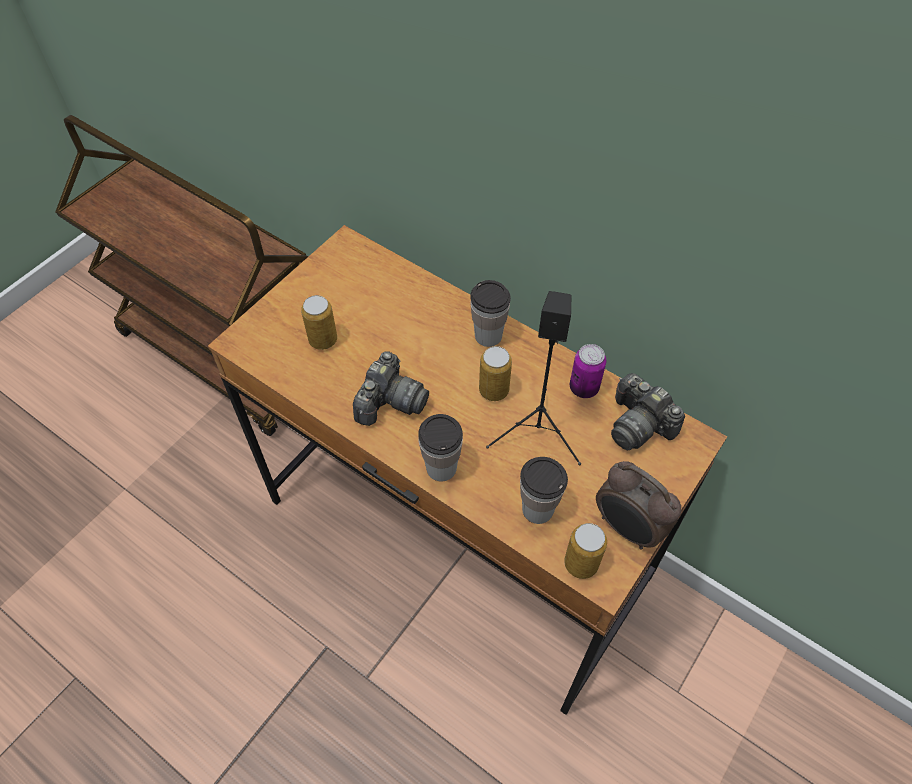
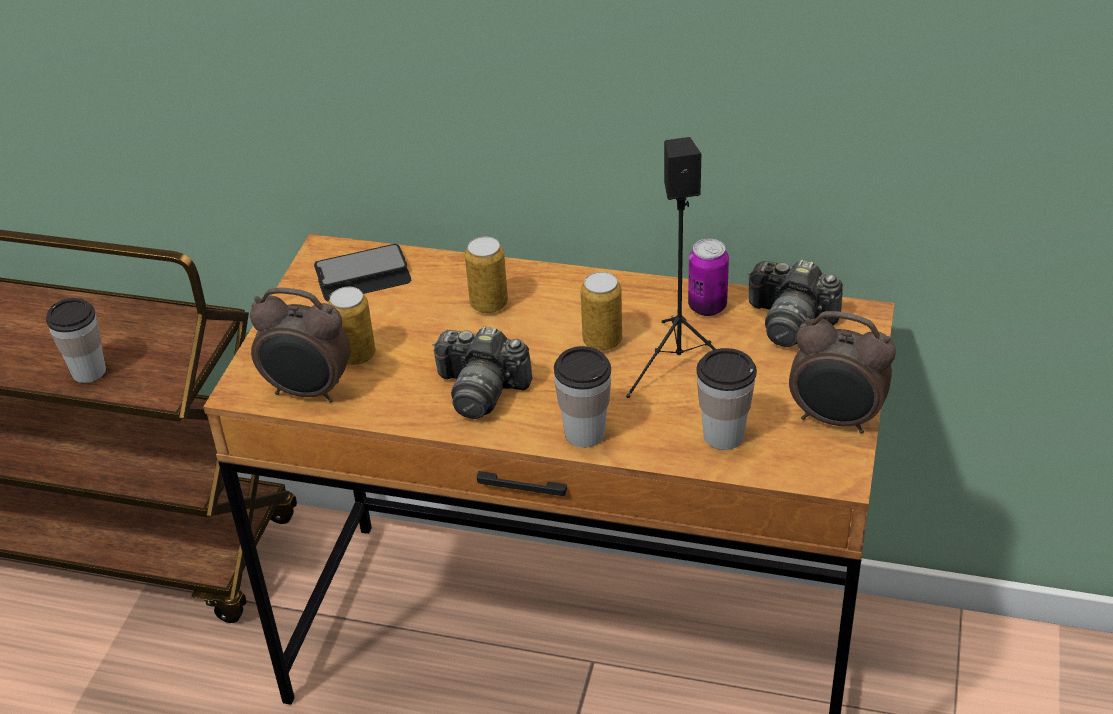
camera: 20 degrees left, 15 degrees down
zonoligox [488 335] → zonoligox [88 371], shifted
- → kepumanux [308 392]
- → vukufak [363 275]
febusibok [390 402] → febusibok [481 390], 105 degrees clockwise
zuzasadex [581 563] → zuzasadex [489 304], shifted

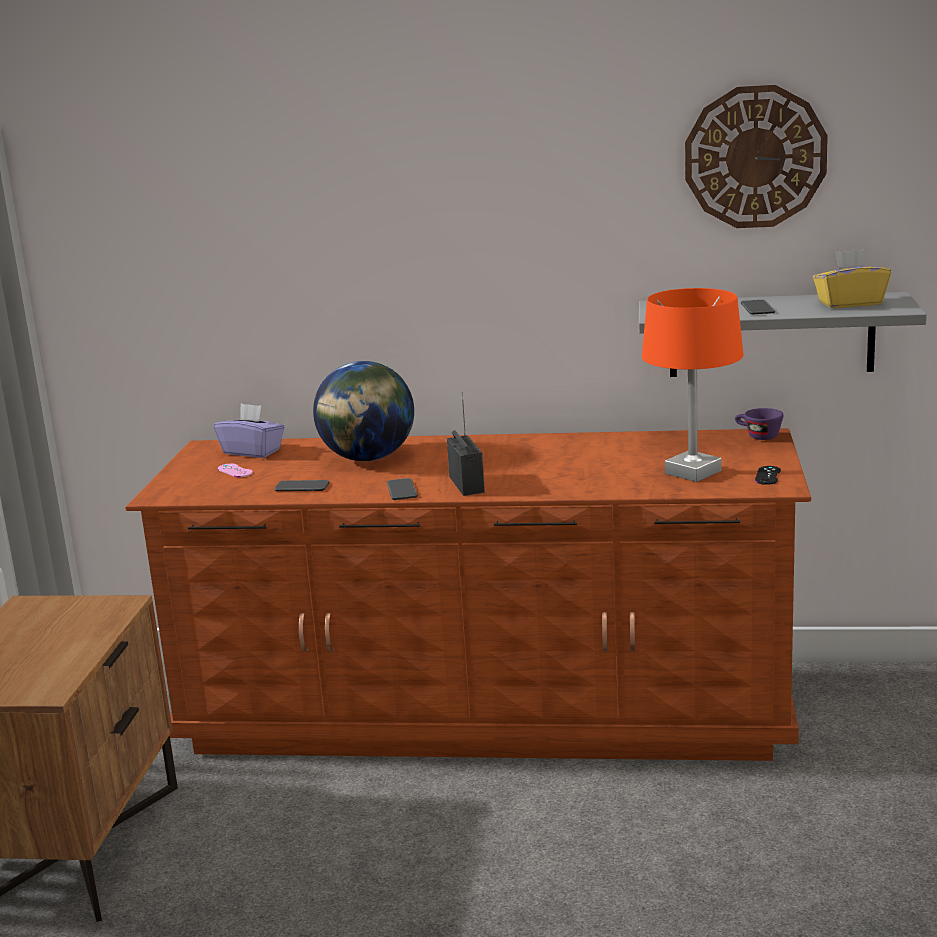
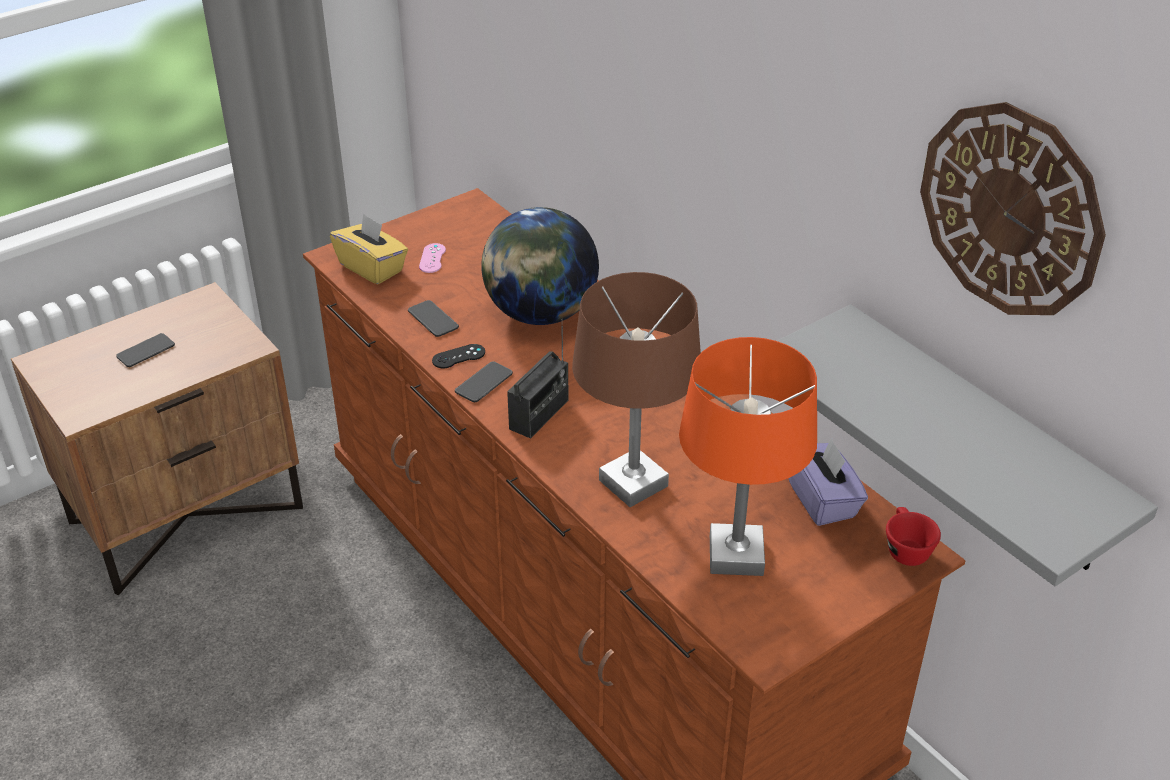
camera: 45 degrees right, 20 degrees up
vukufak [757 308] → vukufak [146 351], shifted
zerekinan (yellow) [850 303] → zerekinan (yellow) [372 268], shifted
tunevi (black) [767 475] → tunevi (black) [458 356], shifted
- → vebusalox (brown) [633 484]
zerekinan (purple) [252 451] → zerekinan (purple) [822 500], shifted
zonoligox (purple) [757 436] → zonoligox (red) [905 548]

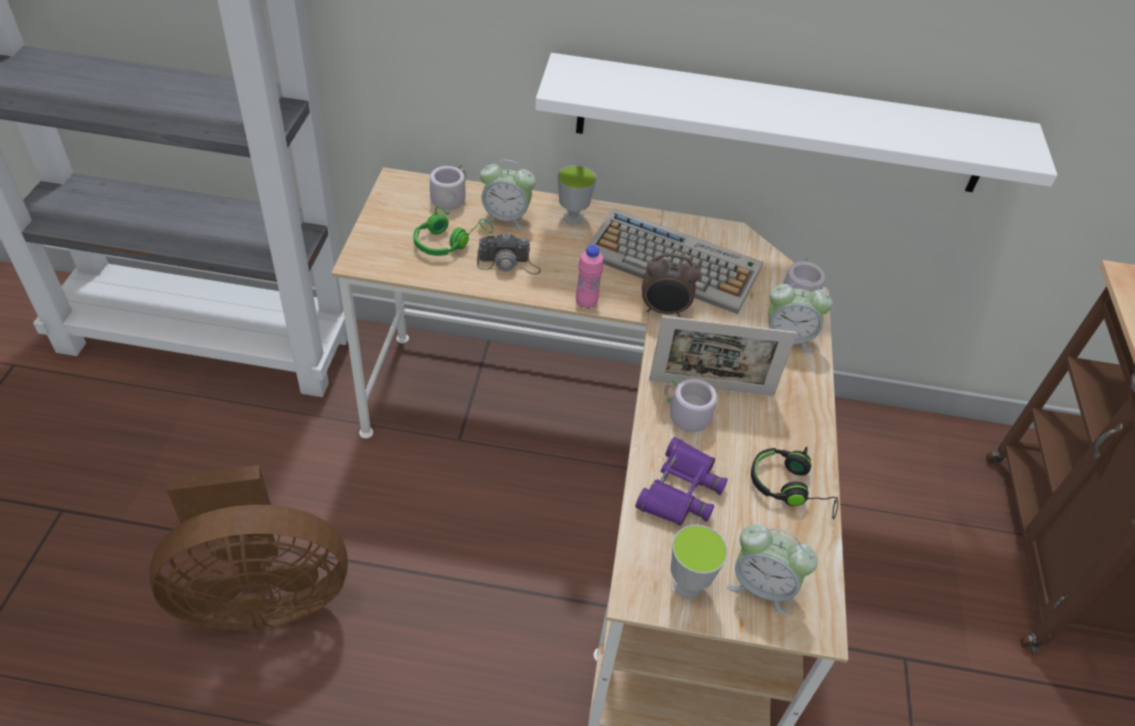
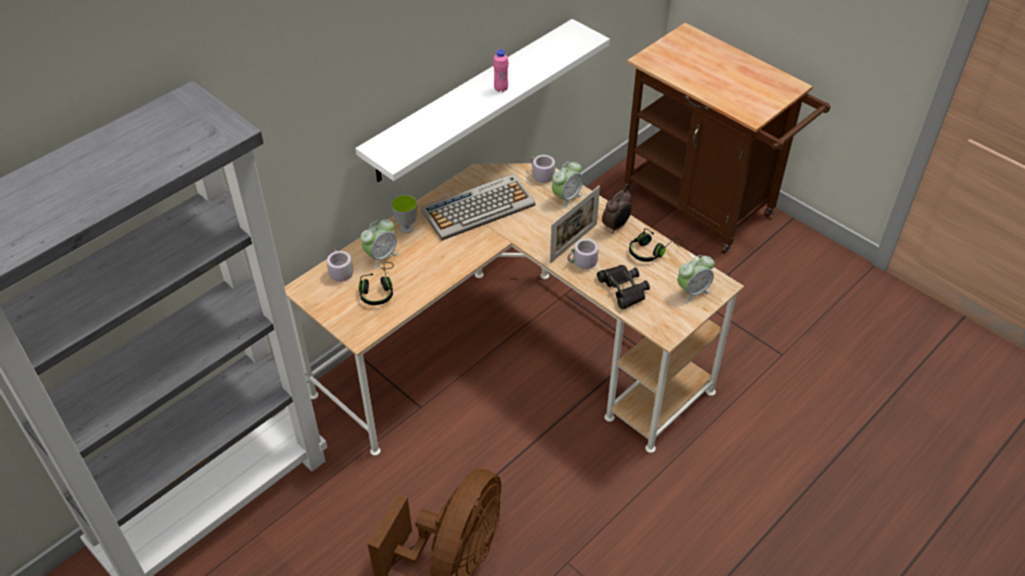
camera: 50 degrees left, 0 degrees up
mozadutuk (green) [449 241] → mozadutuk (black) [378 290]
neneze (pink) [586 302] → neneze (pink) [501 89], shifted
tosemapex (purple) [680 490] → tosemapex (black) [623 289]
kepumanux [664 311] → kepumanux [616 226], shifted
febusibok [508 264] → -
zonoligox [687 585] → -

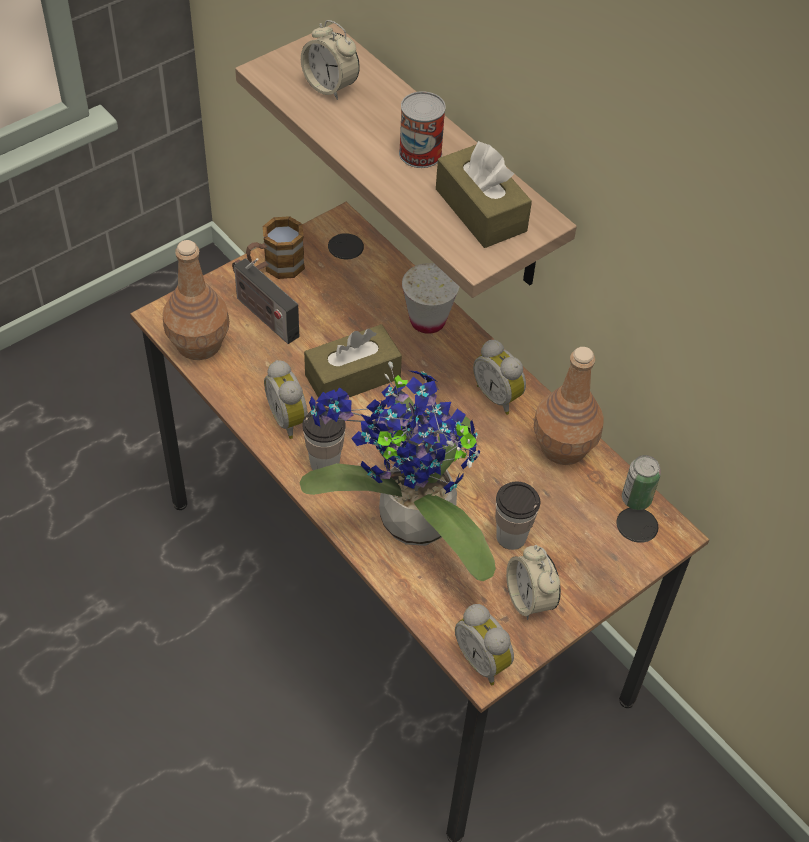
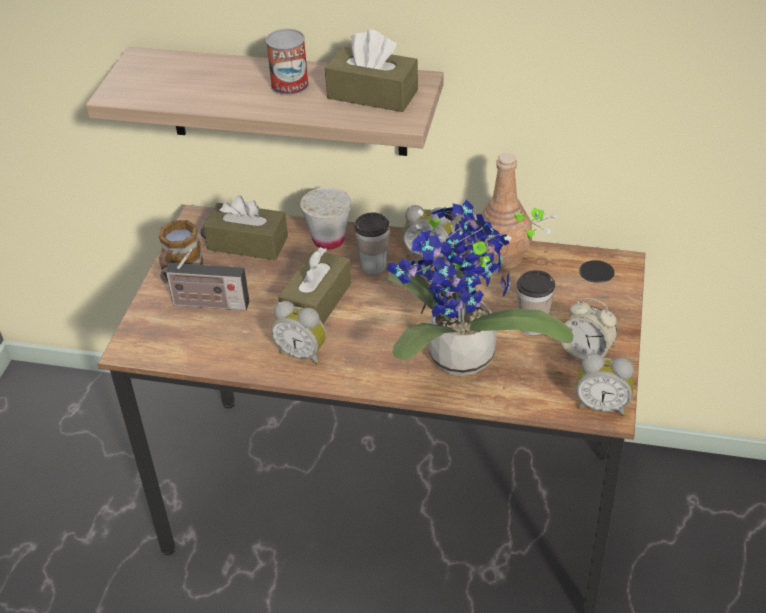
camera: 35 degrees left, 10 degrees down
- → zerekinan (brown) [248 243]
zonoligox [324 463] → zonoligox [373 266], shifted
neneze (brown) [199 343] → -
kepumanux [330 86] → -
zuzasadex [636 499] → -

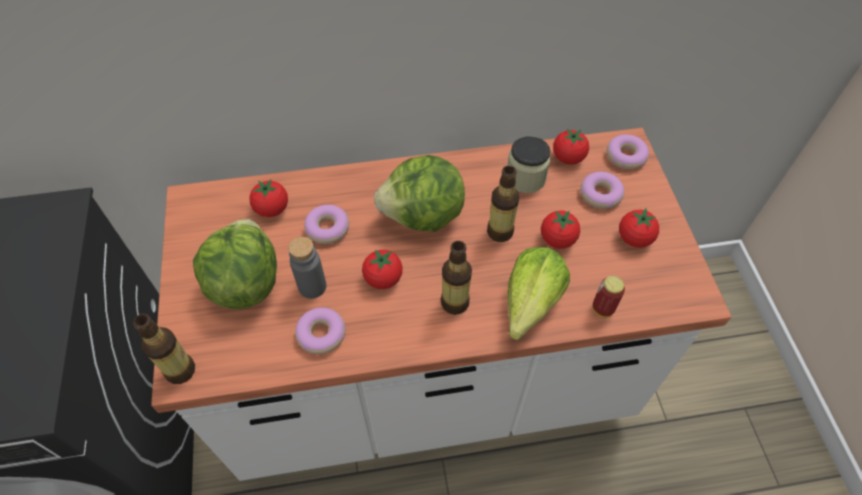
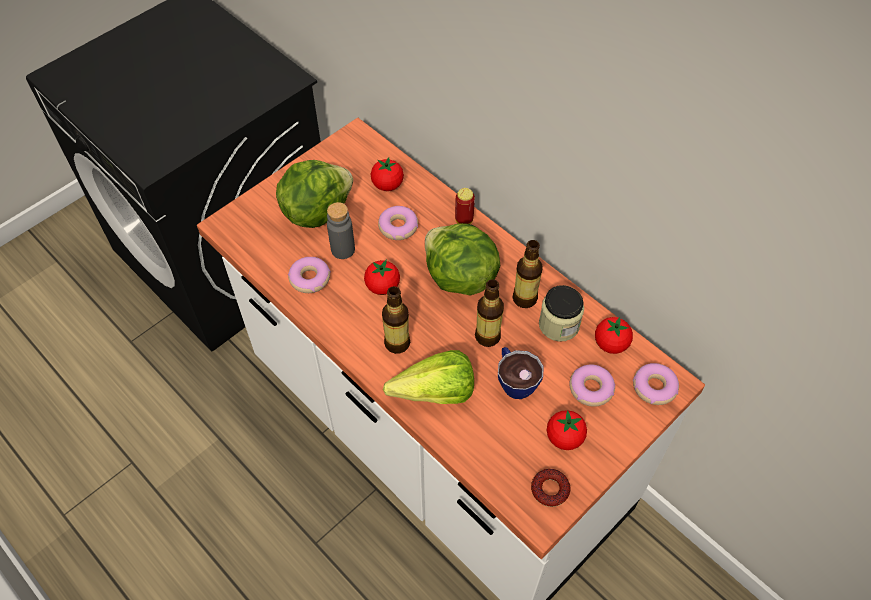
camera: 55 degrees right, 0 degrees up
zuzasadex [602 308] → zuzasadex [464 220], shifted
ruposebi [557 239] → zonoligox [514 380]
neneze [180 370] → neneze [524 298], shifted
- → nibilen [550 490]

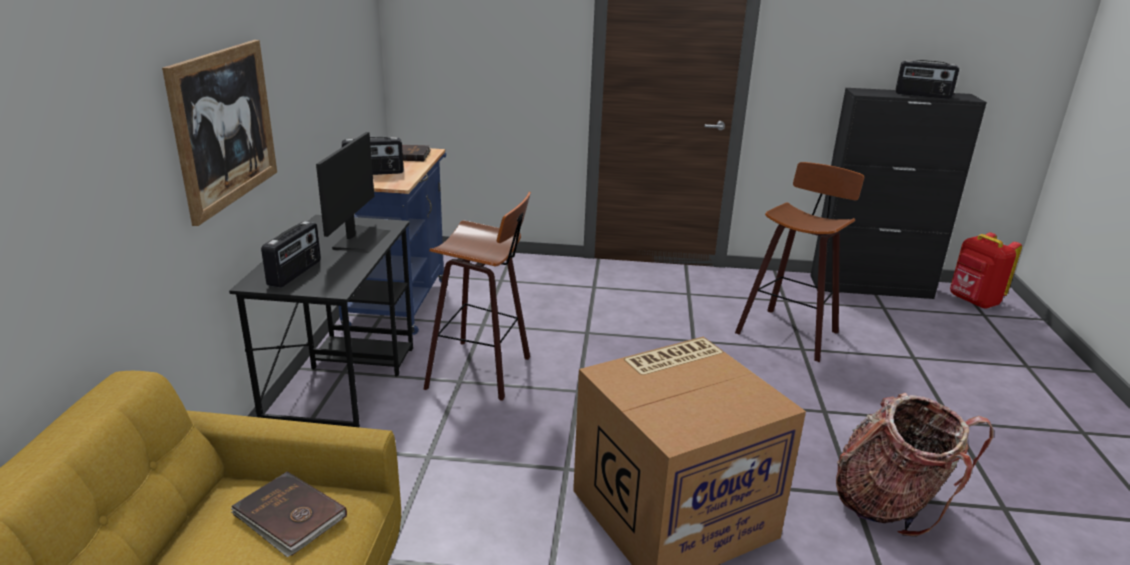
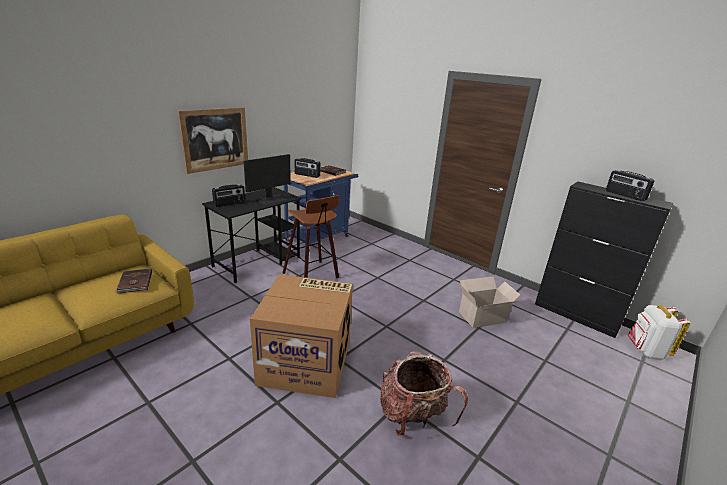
camera: 35 degrees right, 0 degrees up
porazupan [790 332] → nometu [484 317]
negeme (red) [973 301] → negeme (white) [645 351]

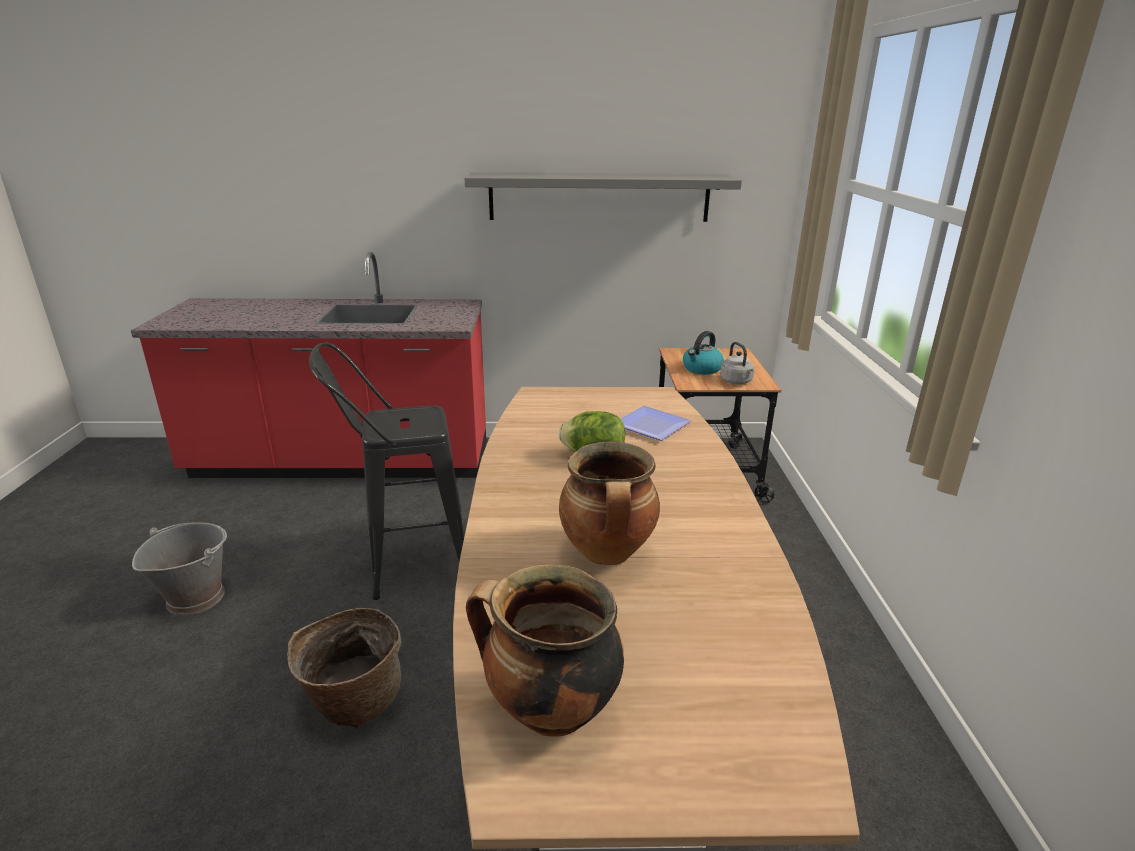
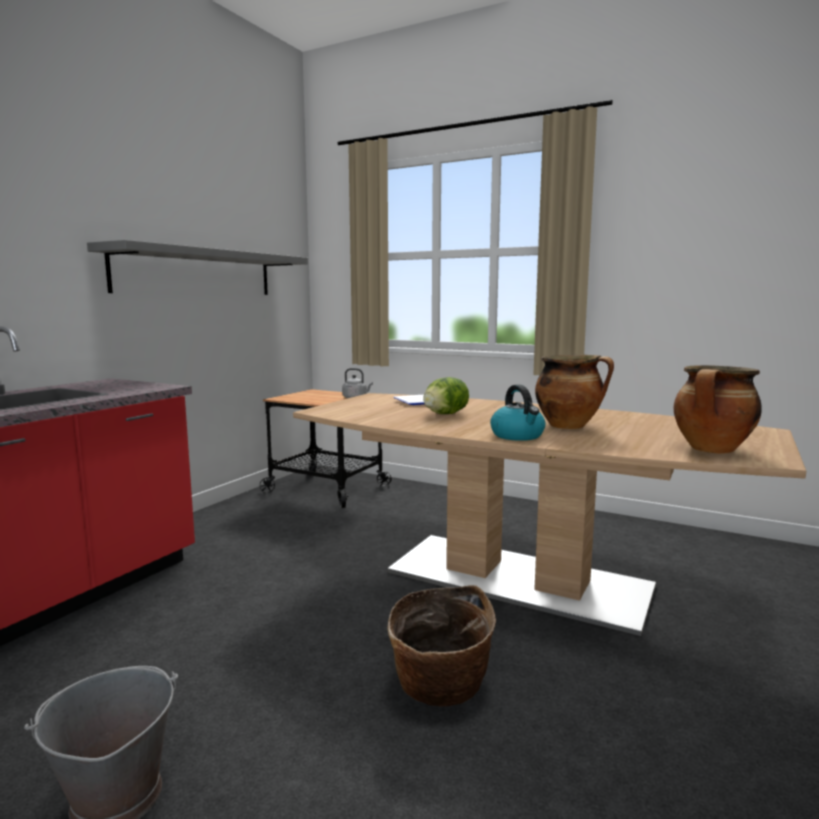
camera: 60 degrees left, 15 degrees down
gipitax [701 369] → gipitax [518 436], shifted
porazupan (black) [406 565] → -

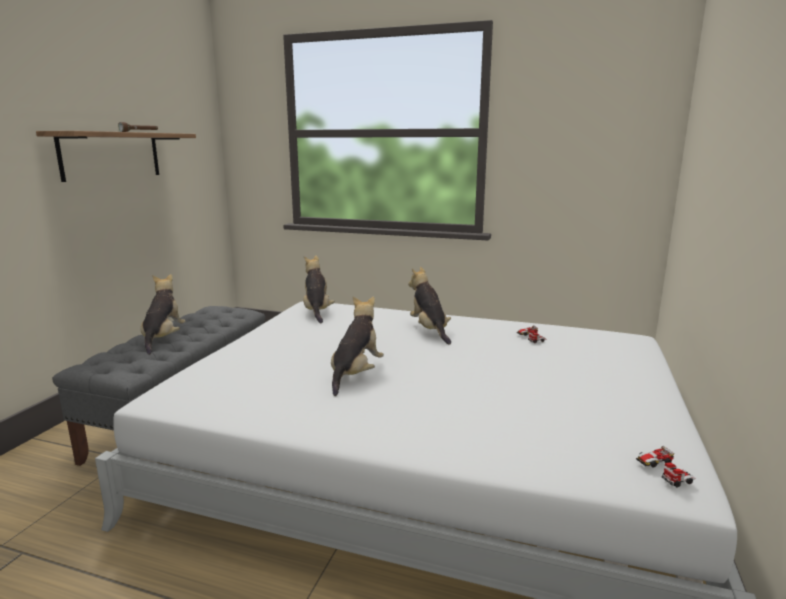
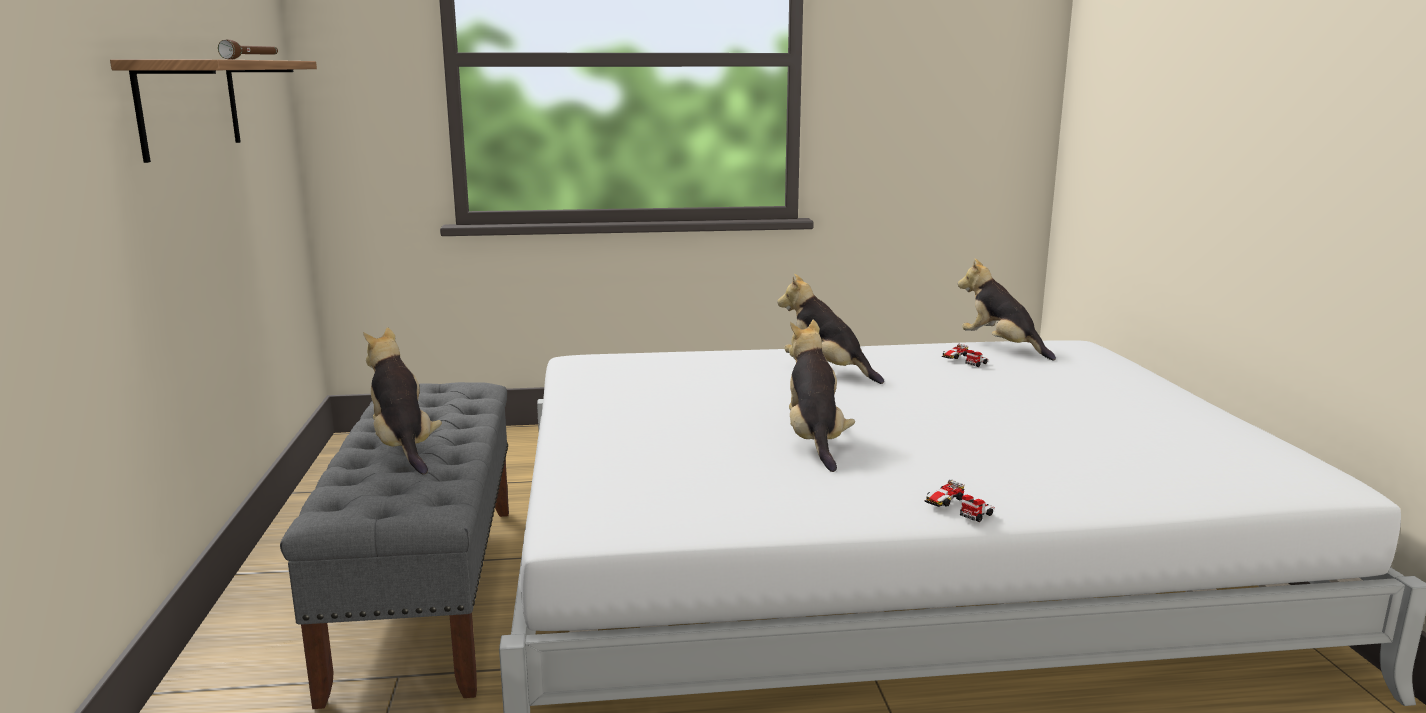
camera: 25 degrees left, 0 degrees up
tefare [664 472] → tefare [958 509], shifted
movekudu [317 311] → movekudu [1002 347], shifted

